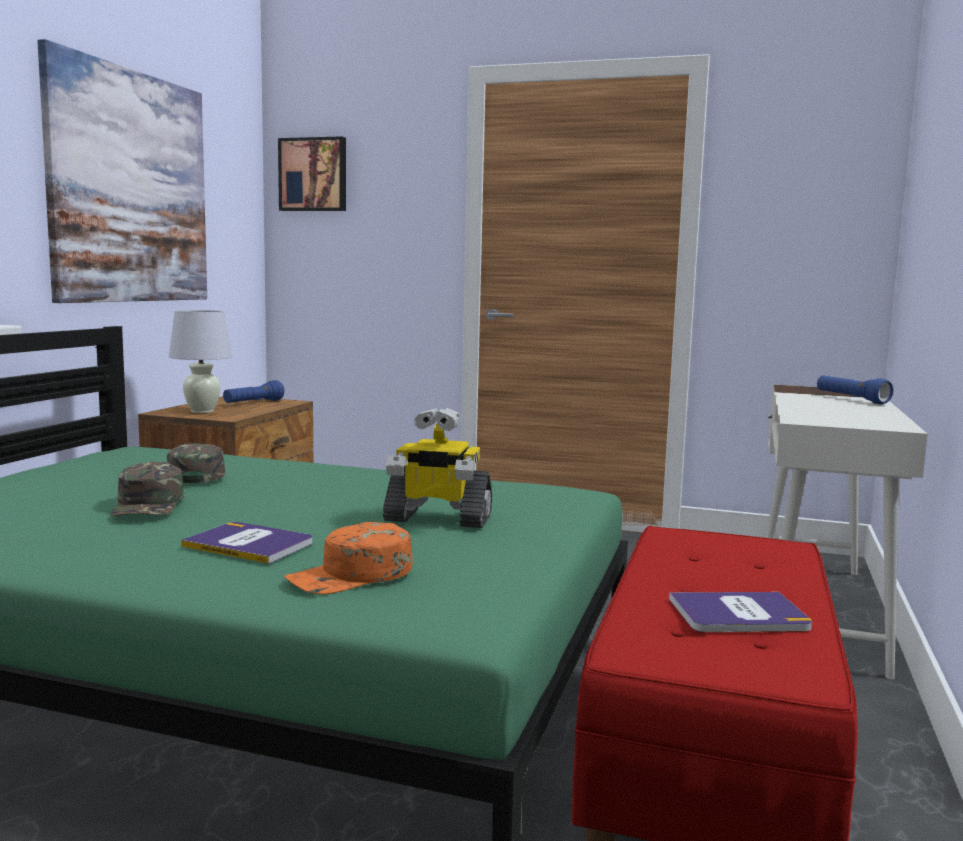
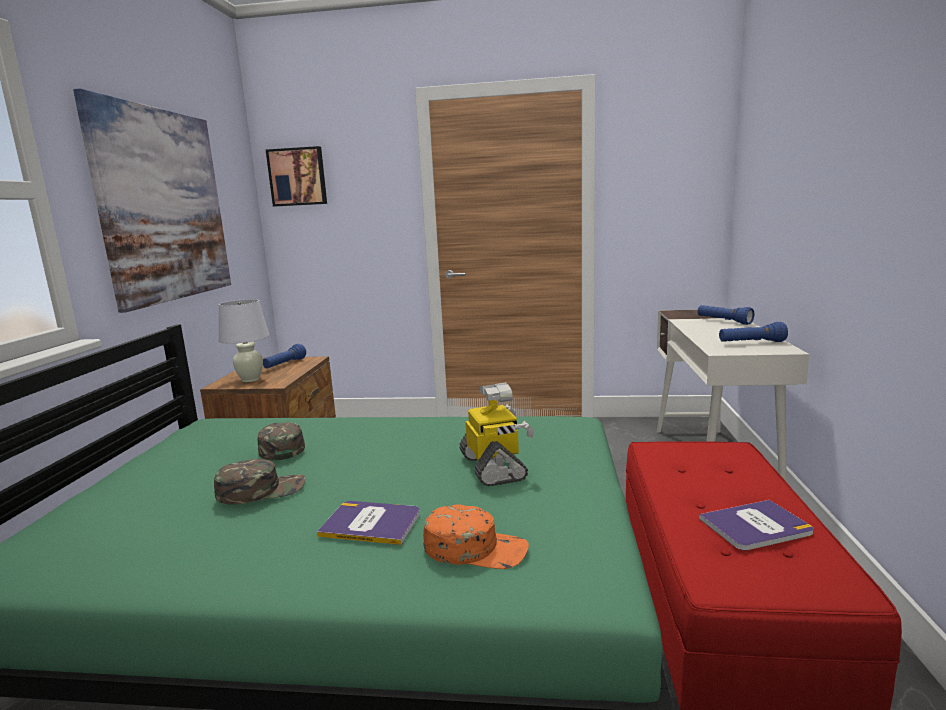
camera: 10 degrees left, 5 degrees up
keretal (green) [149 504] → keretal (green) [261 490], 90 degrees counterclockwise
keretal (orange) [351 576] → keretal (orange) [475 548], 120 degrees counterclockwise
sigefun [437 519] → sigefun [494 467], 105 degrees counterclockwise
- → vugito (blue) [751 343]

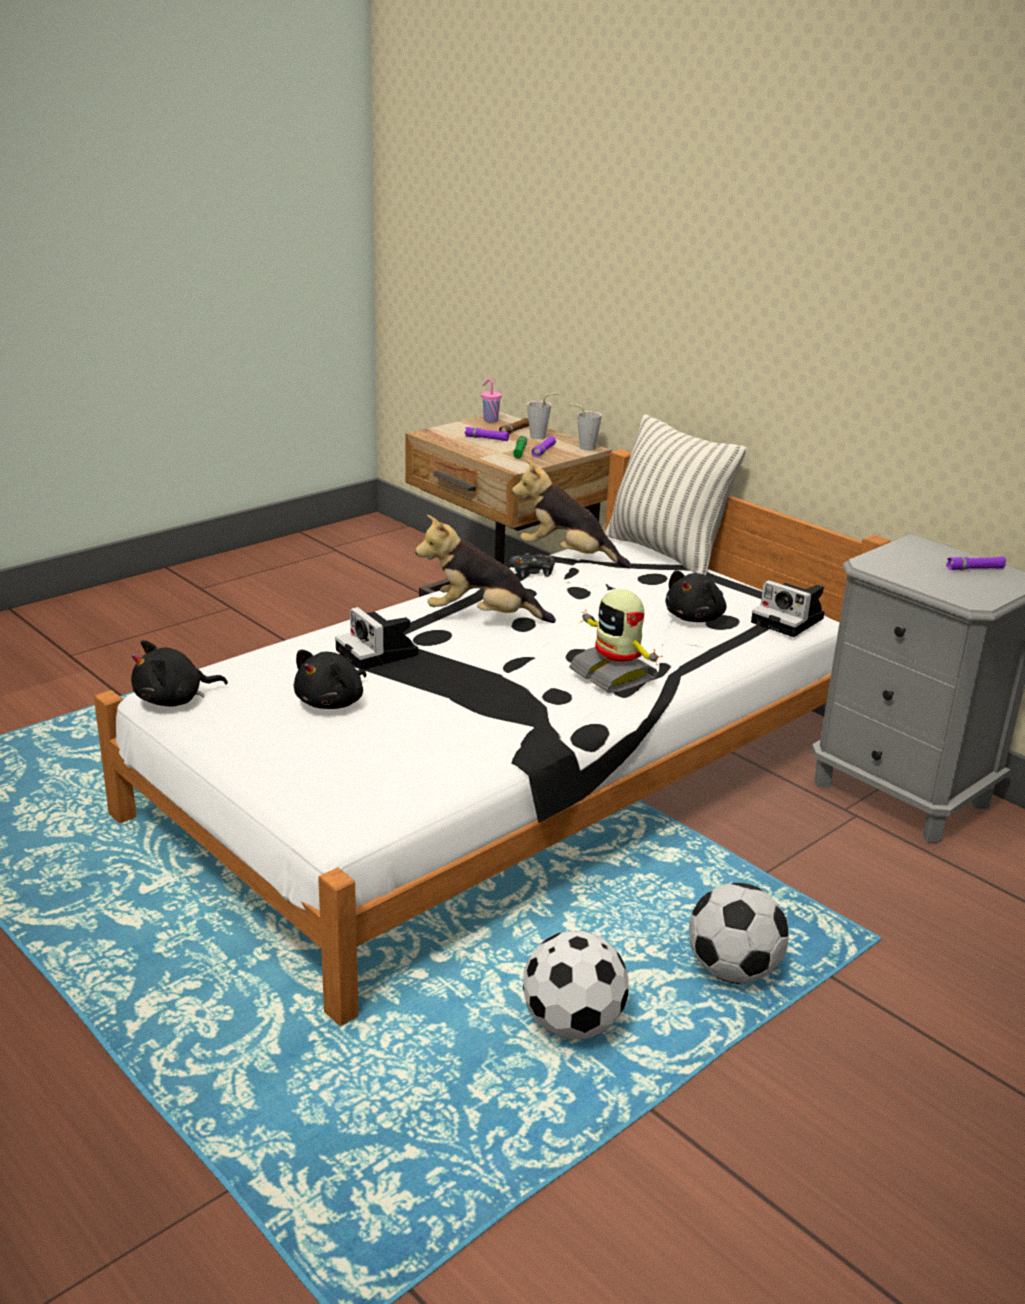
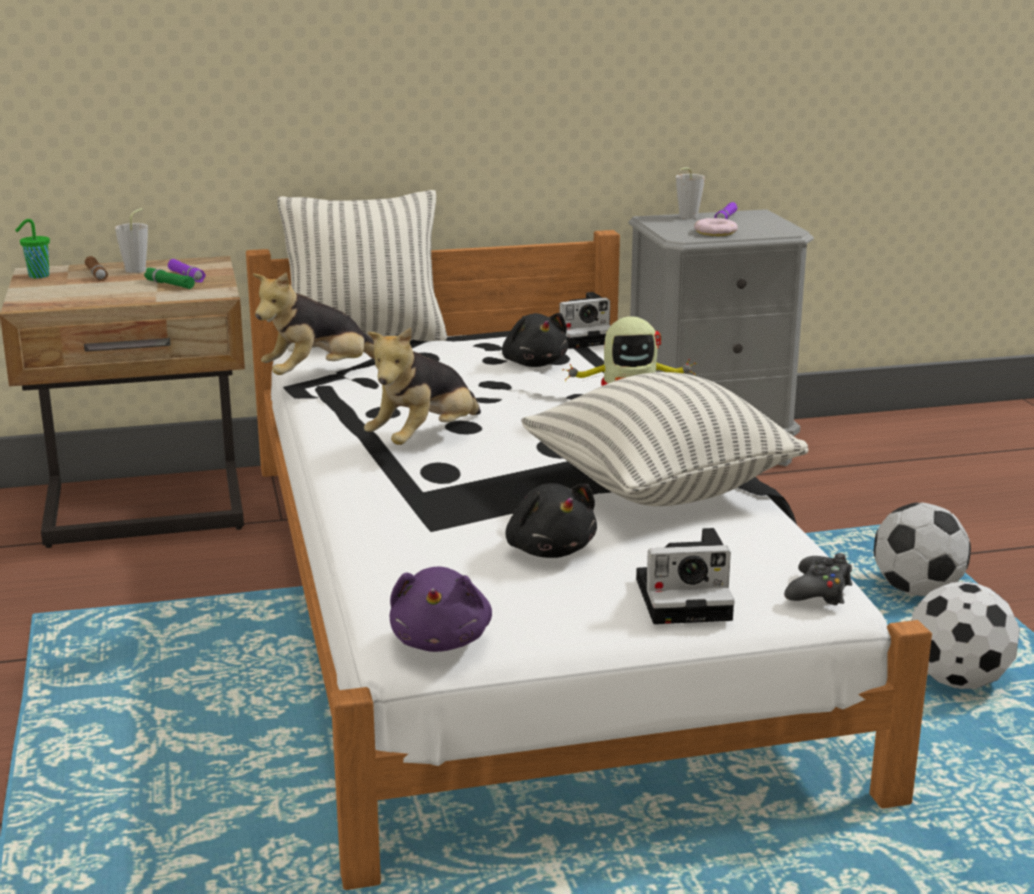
camera: 60 degrees left, 5 degrees down
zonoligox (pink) [490 420] → zonoligox (green) [37 276]
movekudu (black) [174 700] → movekudu (purple) [441 640]
- → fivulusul [659 490]
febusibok [379 653] → febusibok [687 598], shifted
zonoligox (grey) [583 447] → zonoligox (grey) [685 217], shifted
- → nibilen [715 232]
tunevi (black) [532 571] → tunevi (black) [819 591], shifted
vugito (purple) [486 438] → -

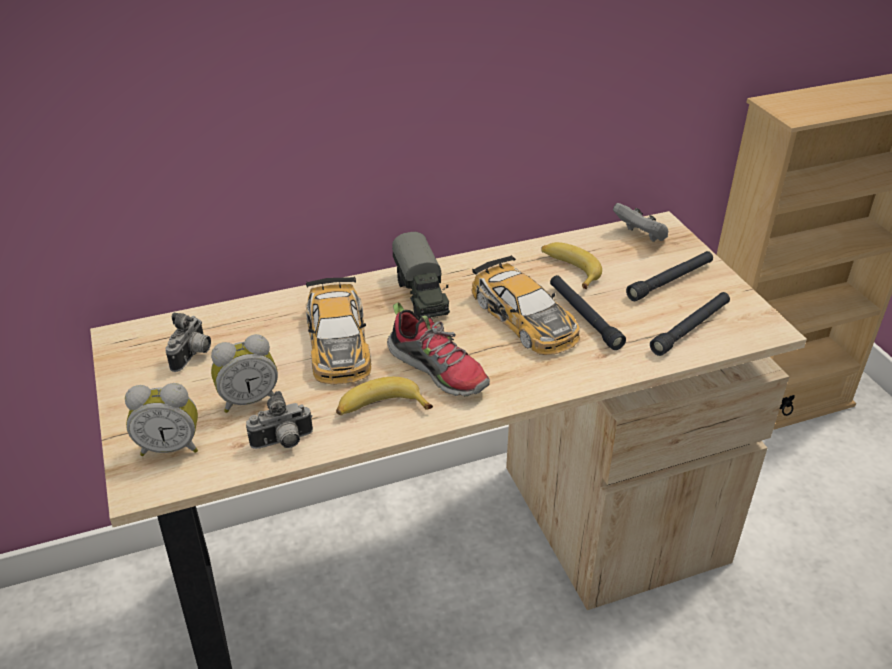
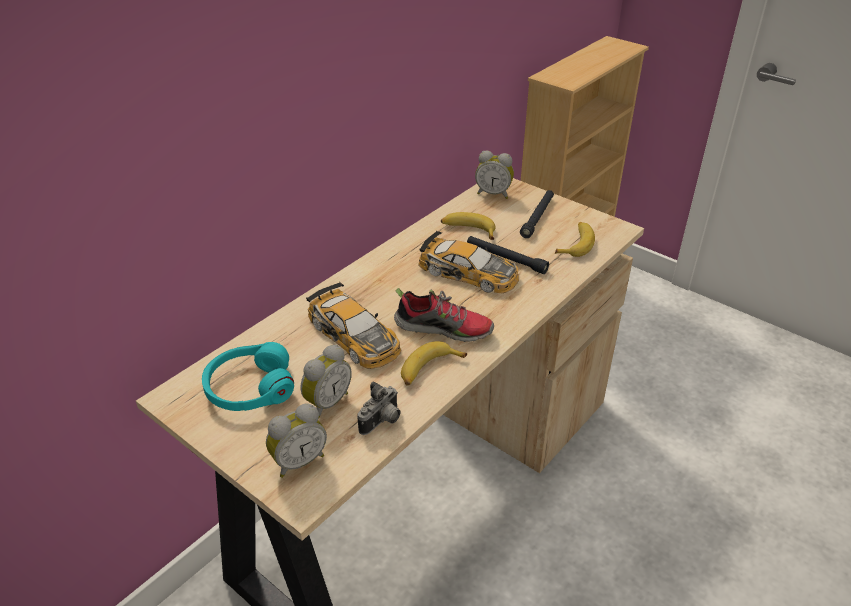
camera: 30 degrees left, 0 degrees up
febusibok [193 356] → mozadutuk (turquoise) [250 388]
tunevi (grey) [640 236] → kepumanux [493 193]
vugito (black) [690 328] → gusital [576 244]
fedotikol [422 296] → -

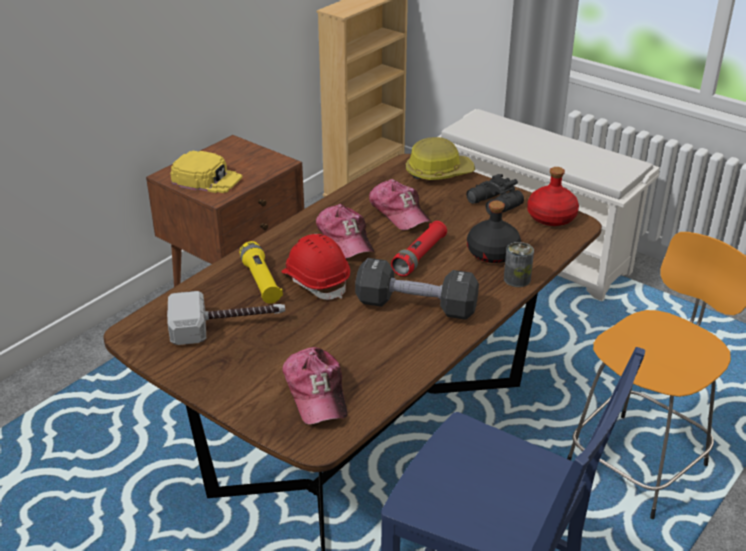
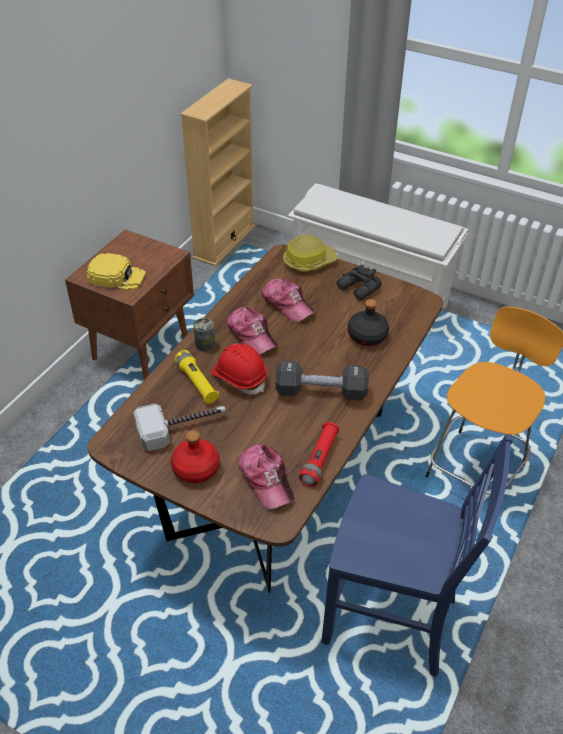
camera: 10 degrees left, 10 degrees up
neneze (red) [551 217] → neneze (red) [195 468], shifted
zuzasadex [517 279] → zuzasadex [205 344], shifted
vugito (red) [420 256] → vugito (red) [319 459], shifted

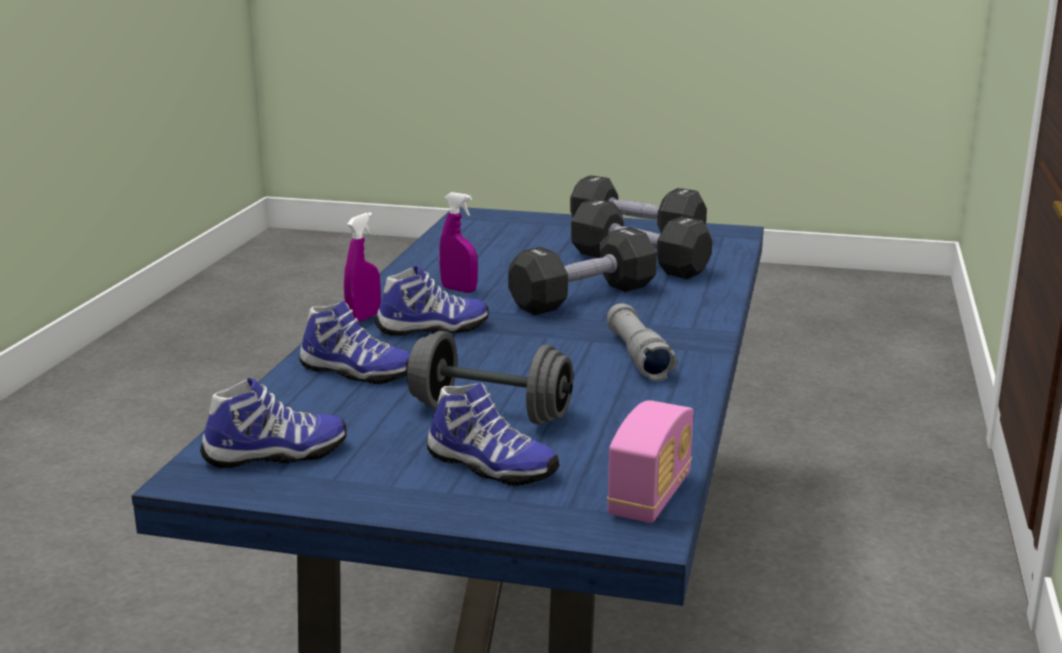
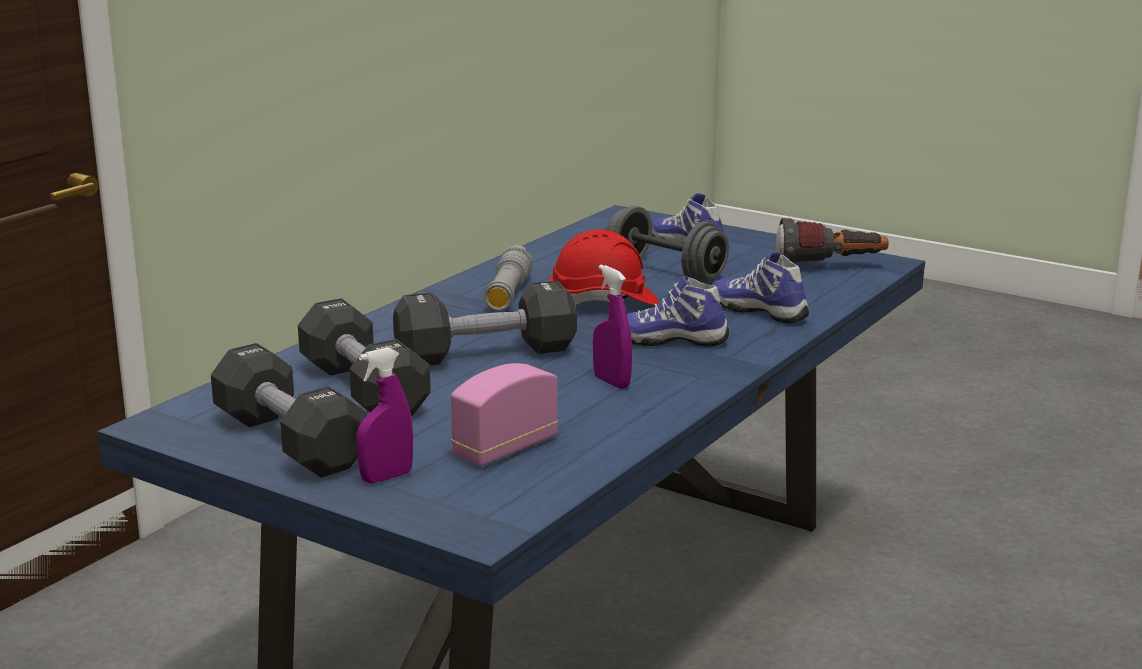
camera: 160 degrees left, 0 degrees up
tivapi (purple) [364 318] → tivapi (purple) [386 477], shifted
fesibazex [650 496] → fesibazex [505 448], shifted
- → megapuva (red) [604 302]
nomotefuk [276 455] → vugito [830 267]

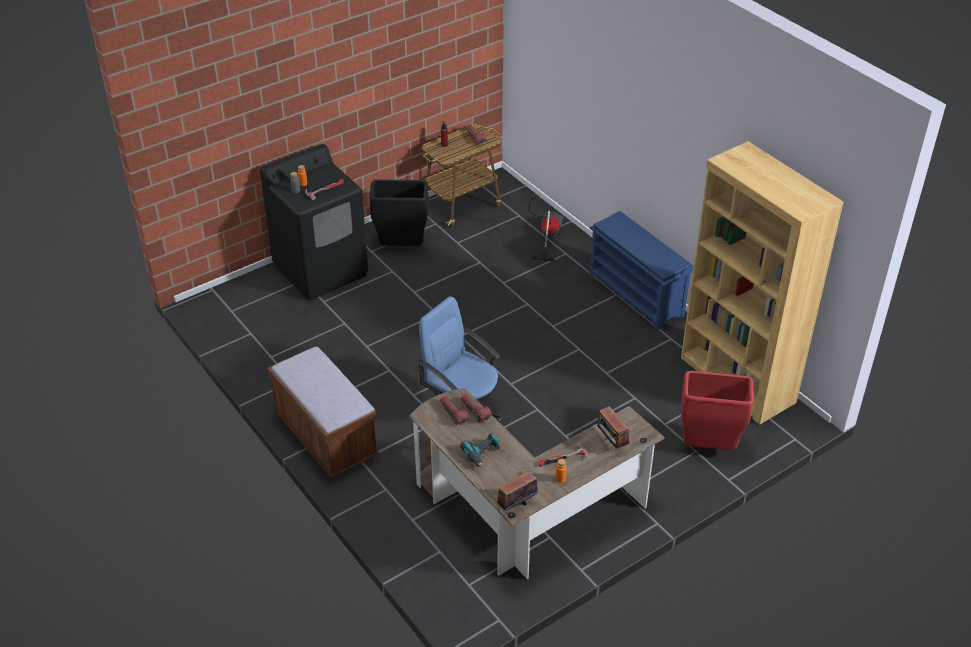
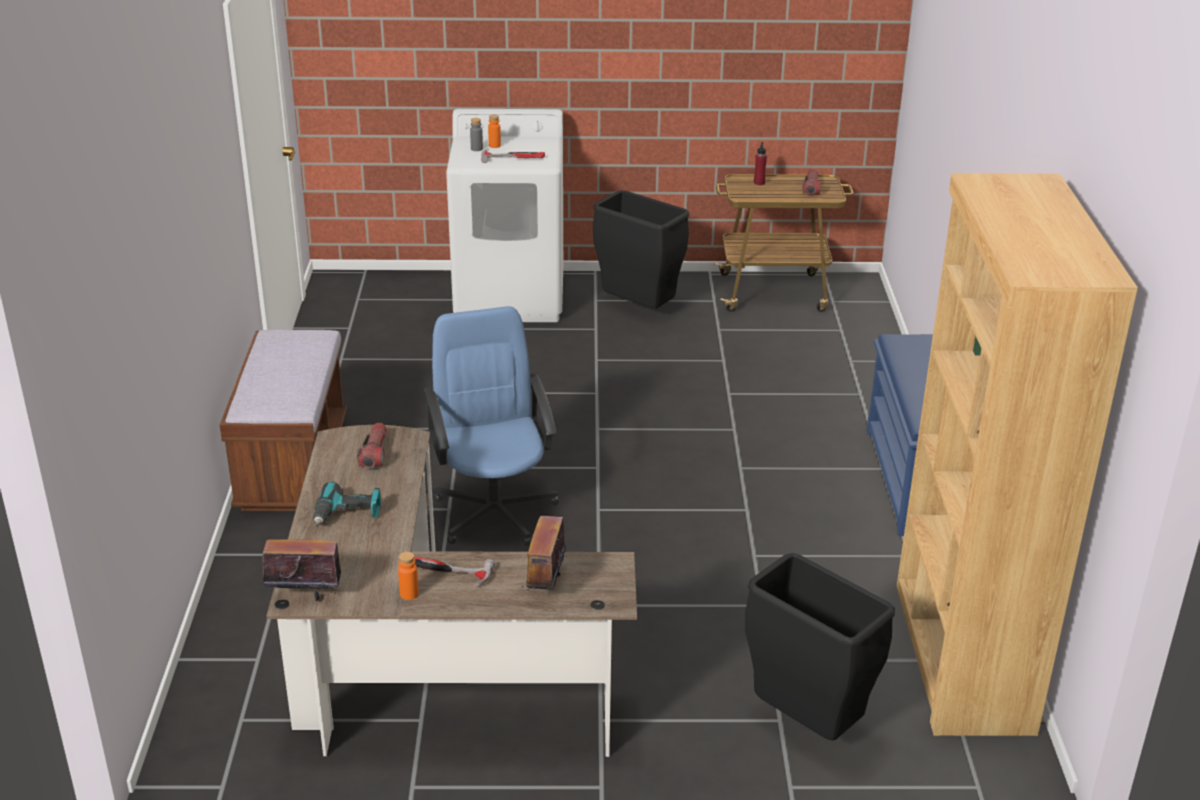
camera: 35 degrees right, 10 degrees down
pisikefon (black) [321 270] → pisikefon (white) [510 297]
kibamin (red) [708 447] → kibamin (black) [807 724]
vugito [475 411] → -
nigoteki [547 237] → -

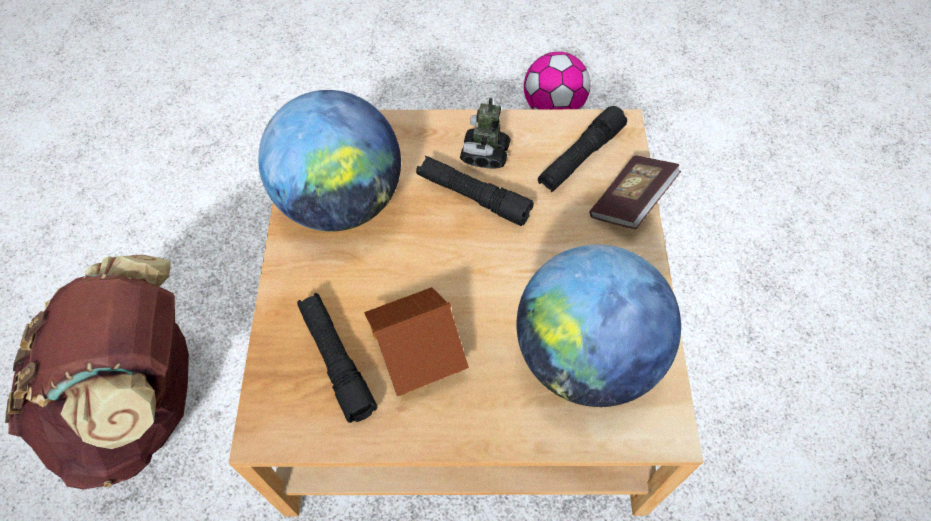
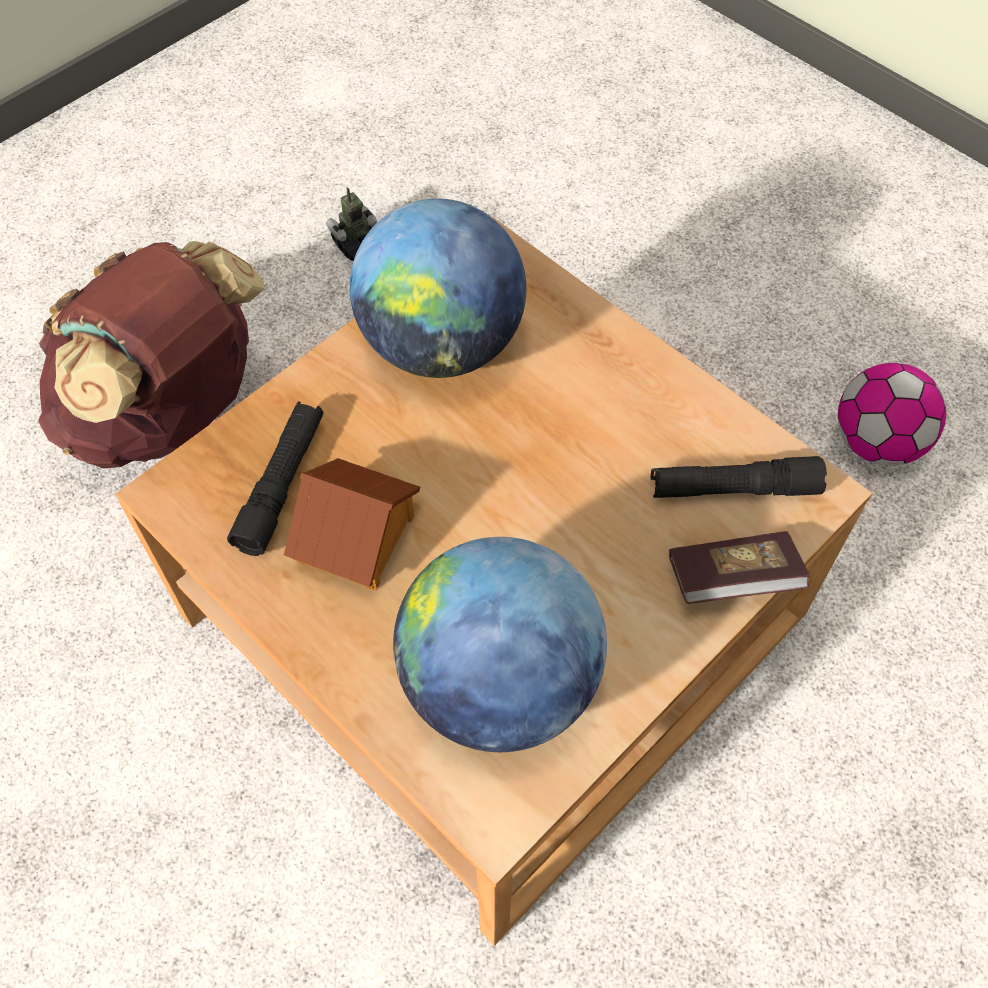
camera: 45 degrees right, 0 degrees up
sigefun [485 154] → sigefun [356 245], shifted
vugito (black) [473 197] → -

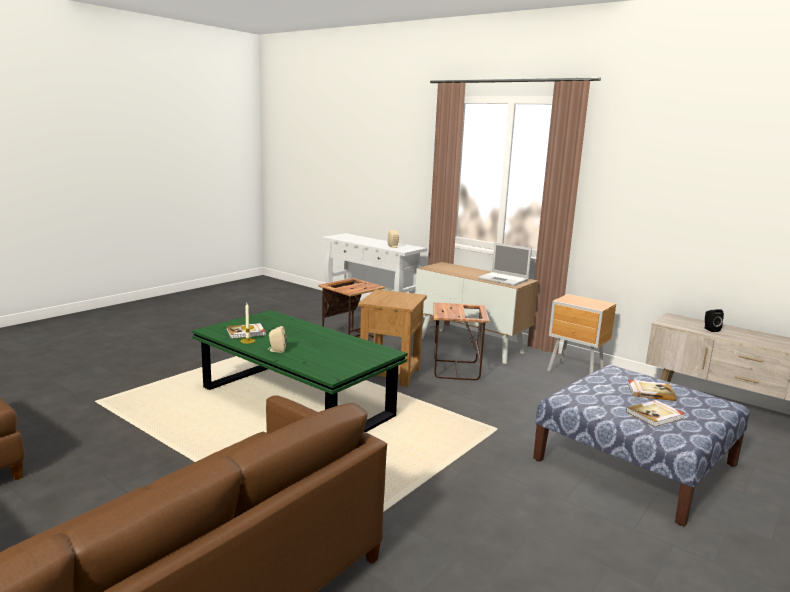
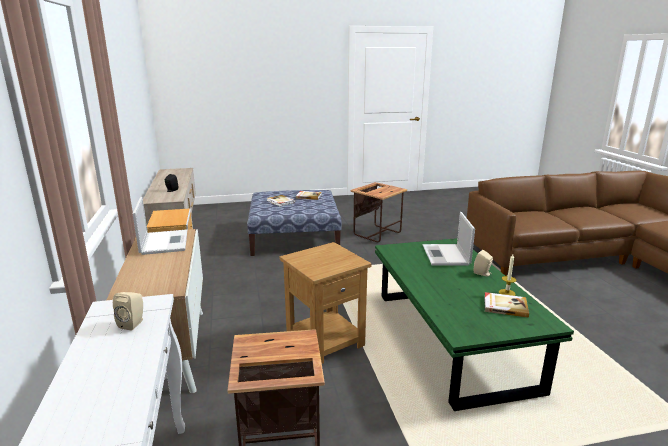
camera: 140 degrees left, 5 degrees up
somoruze [456 370] → somoruze [377 233], shifted
- → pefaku [446 255]

